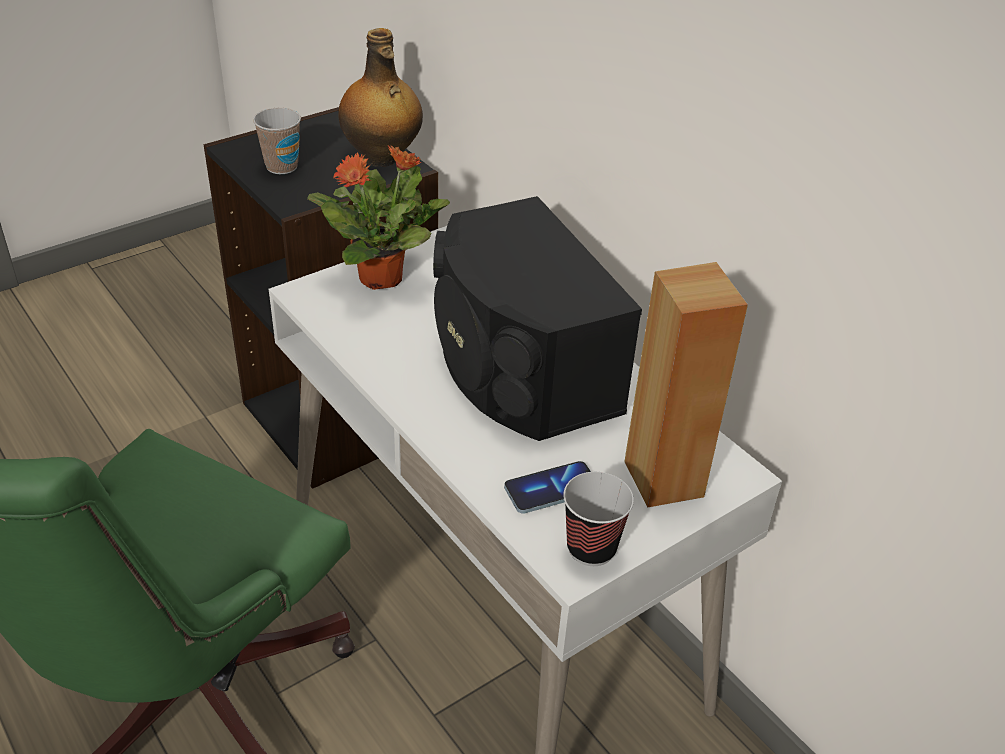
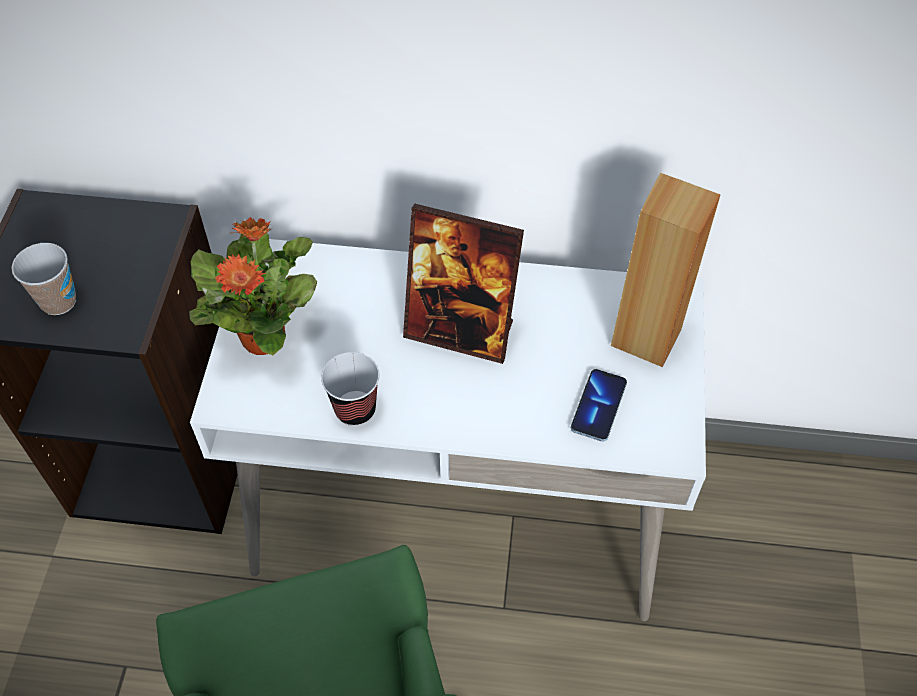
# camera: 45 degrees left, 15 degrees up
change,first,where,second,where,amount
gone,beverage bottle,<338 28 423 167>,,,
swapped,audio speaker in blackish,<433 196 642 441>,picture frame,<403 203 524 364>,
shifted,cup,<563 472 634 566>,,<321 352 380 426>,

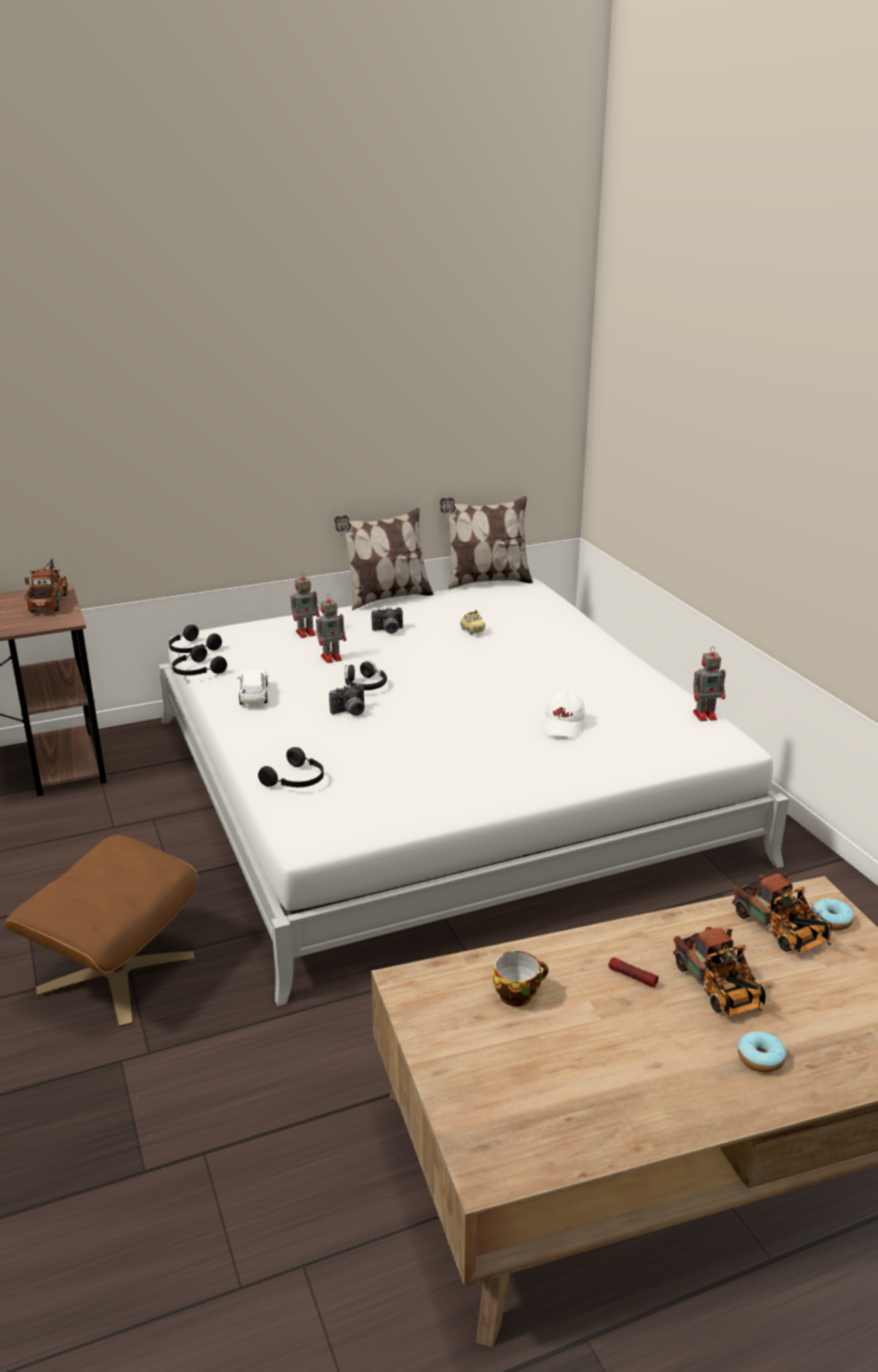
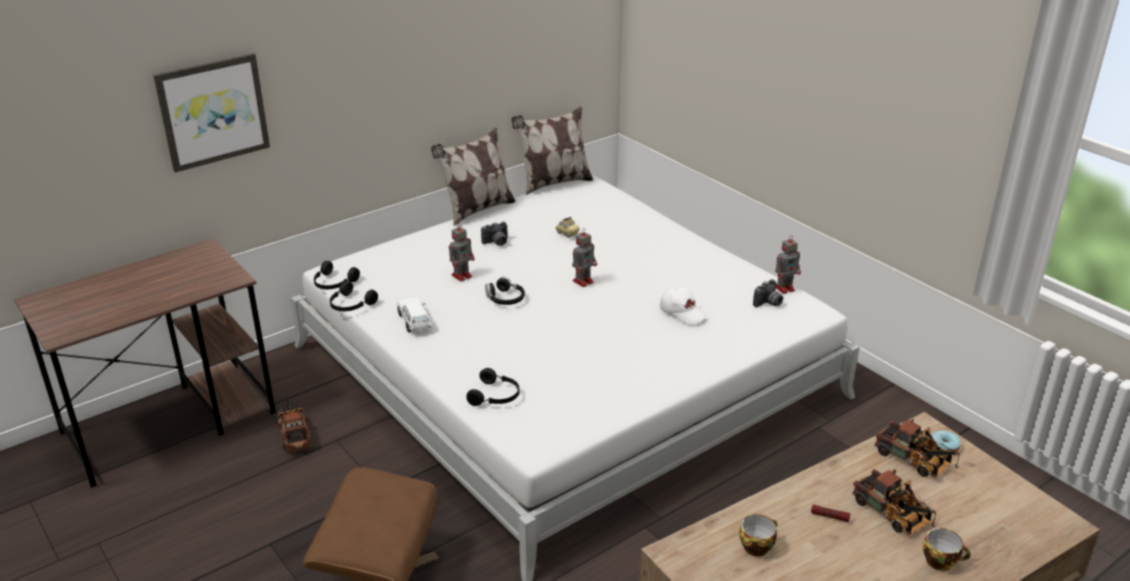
# camera: 15 degrees left, 5 degrees up
change,first,where,second,where,amount
shifted,toy truck,<24 559 68 613>,,<277 393 312 453>,
shifted,model robot,<290 572 320 638>,,<572 228 597 287>,
shifted,photo camera,<329 683 364 716>,,<753 279 783 308>,
rotated,cap in white-coloured,<543 692 585 738>,,<660 287 706 325>,45 degrees counterclockwise
swapped,ring doughnut,<738 1031 786 1073>,cup,<923 528 971 571>,
new,,,wall art,<153 53 270 172>,

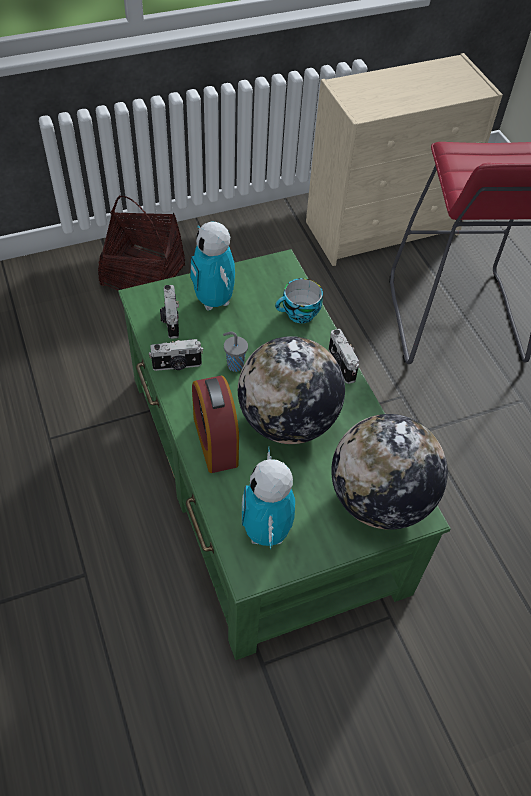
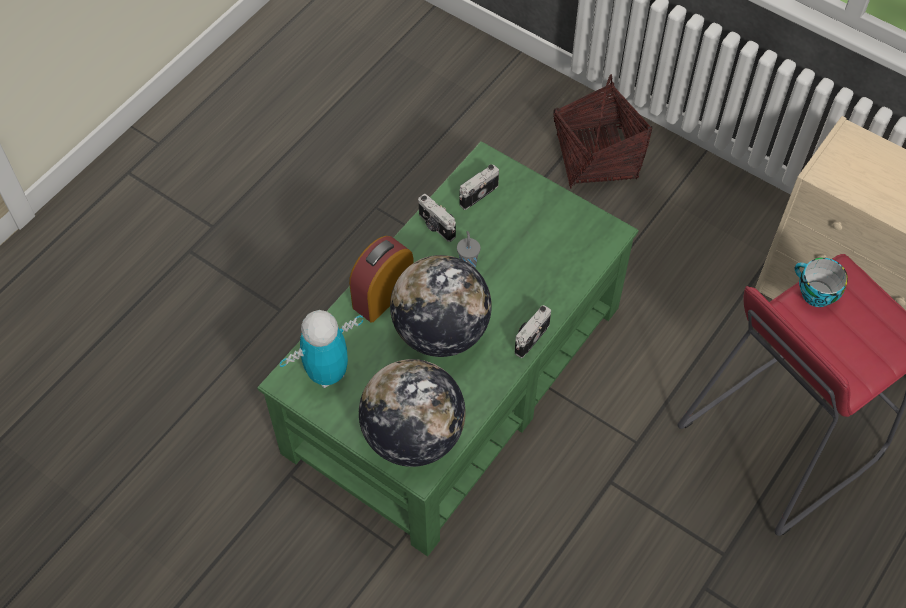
# camera: 60 degrees right, 5 degrees up
change,first,where,second,where,amount
gone,model robot,<190 222 235 311>,,,
shifted,cup,<275 278 323 323>,,<795 258 848 307>,

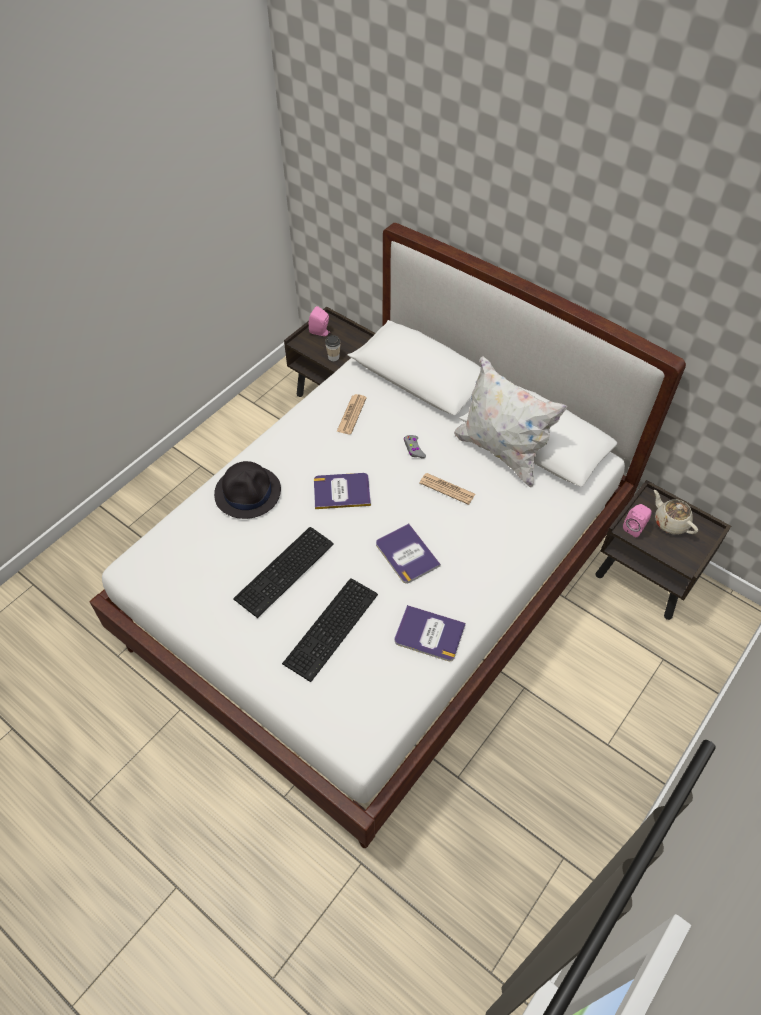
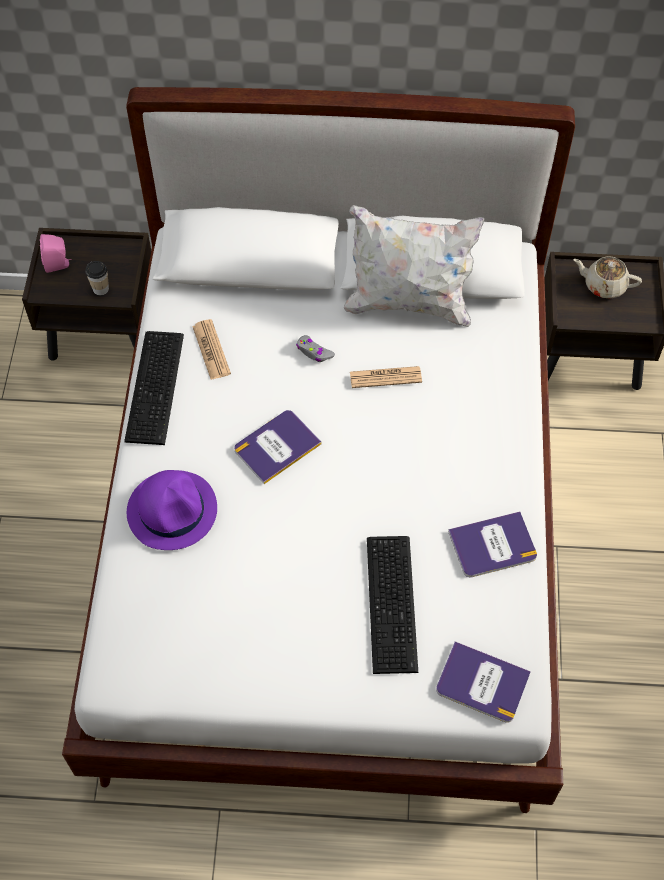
# camera: 35 degrees left, 5 degrees up
change,first,where,second,where,amount
repainted,clothing hat in blackish,<214 461 281 519>,clothing hat in purple-coloured,<127 470 217 550>,
shifted,computer keyboard,<233 527 334 618>,,<124 331 184 445>,
shifted,book,<376 523 441 584>,,<436 641 531 723>,
gone,audio speaker in pink,<623 504 652 537>,,,

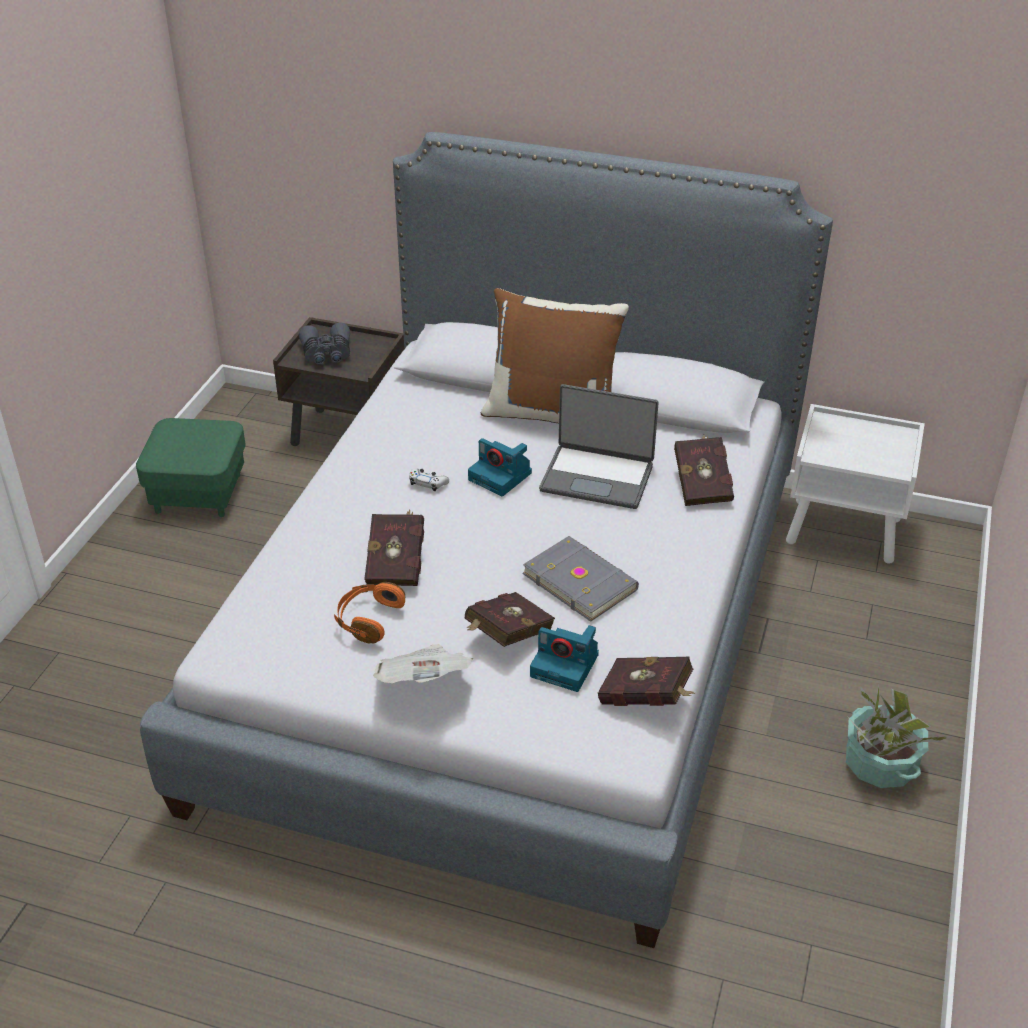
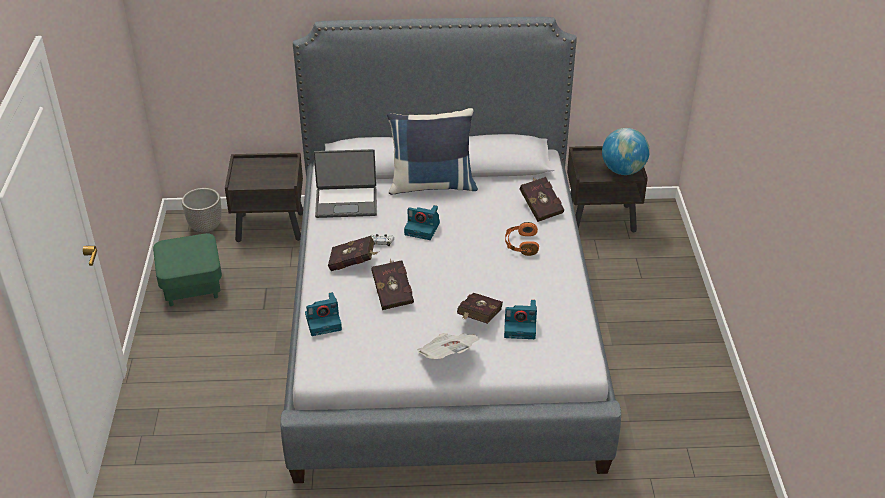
# camera: 20 degrees left, 0 degrees up
change,first,where,second,where,amount
gone,pair of binoculars in gray,<299 323 350 365>,,,
shifted,pair of headphones in orangey,<334 582 405 644>,,<505 222 539 256>,
repainted,cushion in brown,<481 288 629 423>,cushion in bluish,<387 108 478 195>,
gone,book in gray,<523 536 639 622>,,,
shifted,laptop,<539 384 659 509>,,<313 149 377 218>,
shifted,book in red,<598 657 696 706>,,<328 236 378 271>,
repainted,nightstand in white-coloured,<786 404 925 564>,nightstand in brown,<567 146 648 232>,
gone,houseplant,<846 684 952 788>,,,
new,,,plant pot,<182 188 222 234>,
new,,,photo camera,<305 292 342 336>,
new,,,world globe,<602 128 650 175>,

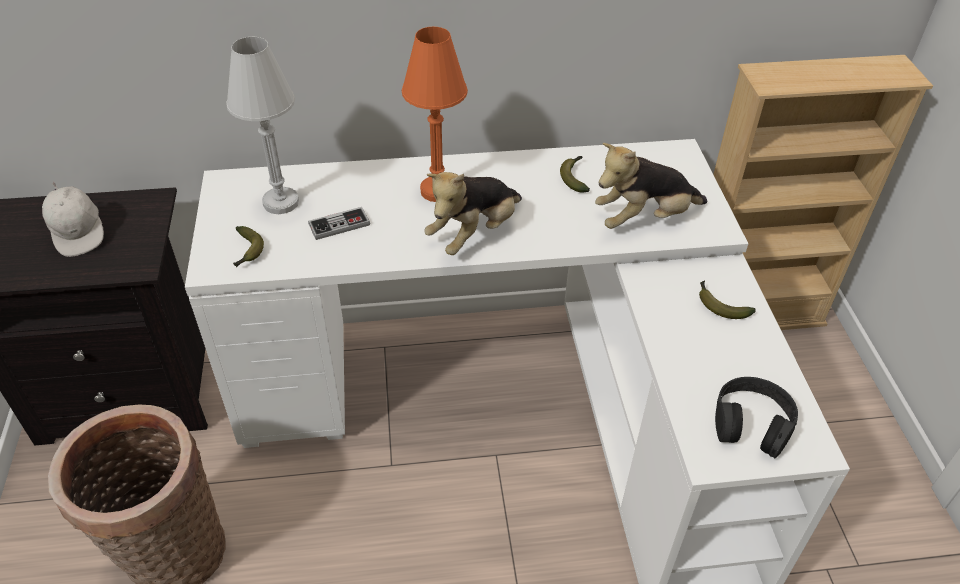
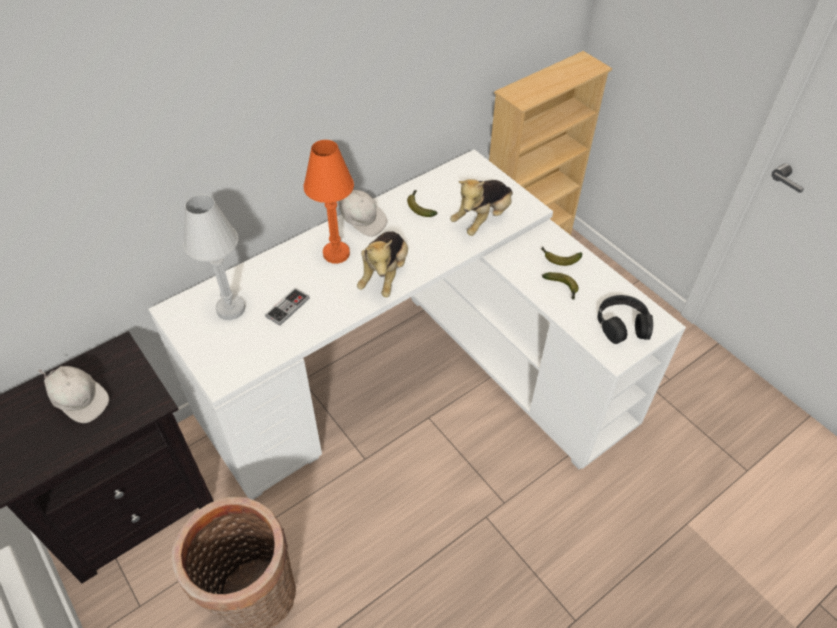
# camera: 30 degrees left, 5 degrees up
change,first,where,second,where,amount
shifted,banana fruit,<233 226 264 267>,,<542 272 579 300>,
new,,,cap in white-coloured,<338 190 387 237>,

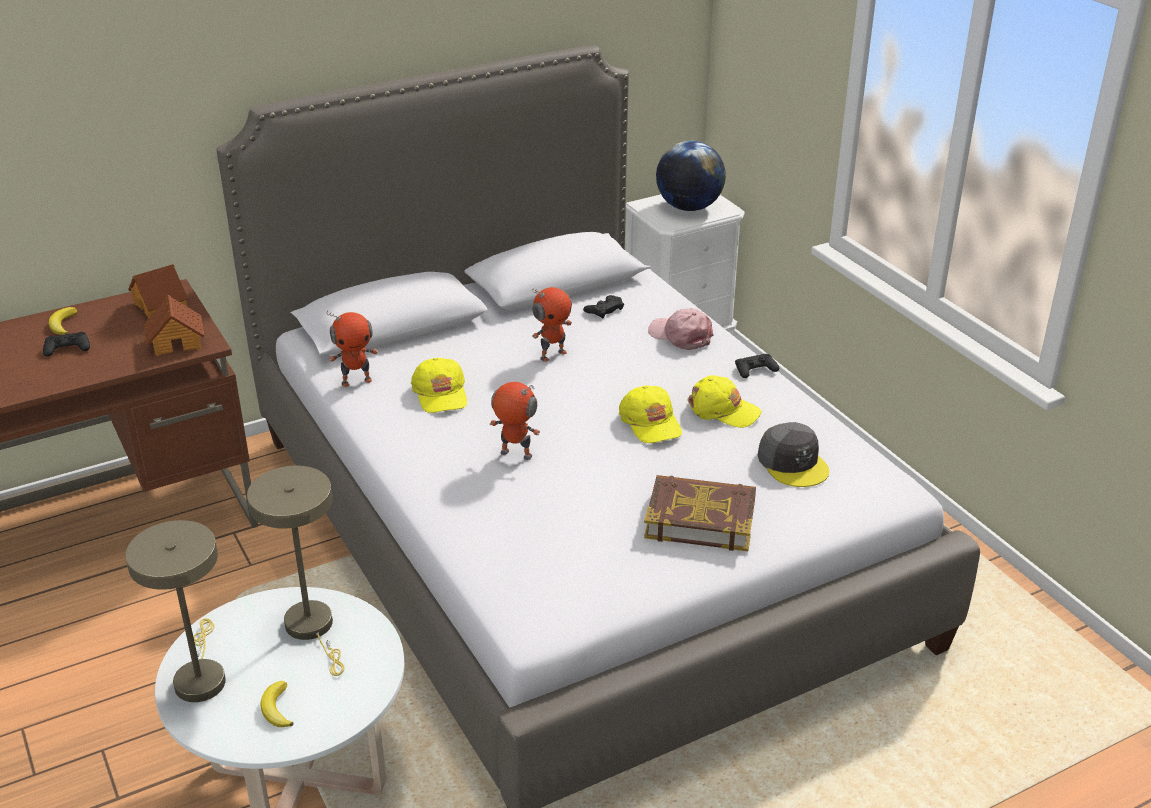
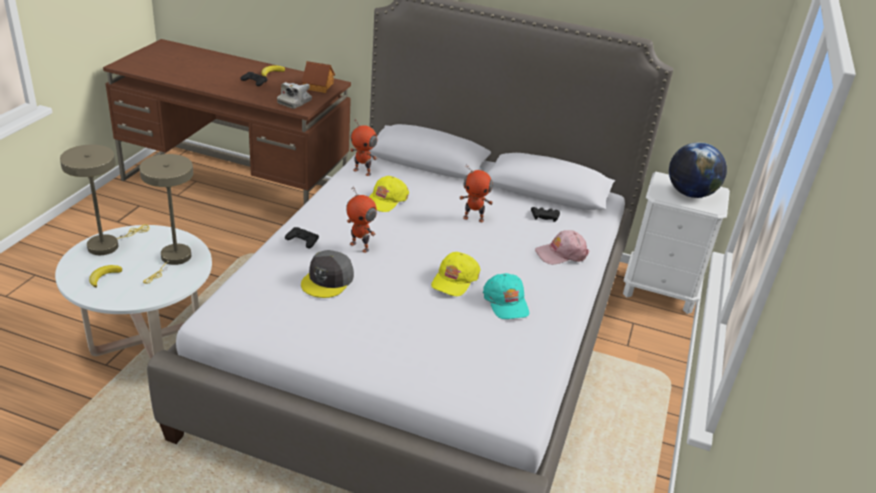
# camera: 45 degrees right, 0 degrees up
change,first,where,second,where,amount
swapped,miniature house,<144 295 205 356>,photo camera,<277 82 312 109>,
rotated,model robot,<490 382 540 460>,,<346 186 377 253>,150 degrees clockwise
gone,book,<644 475 756 551>,,,
rotated,cap in pink,<648 308 713 350>,,<535 230 590 265>,105 degrees counterclockwise
repainted,cap in yellow,<687 375 761 428>,cap in turquoise,<483 273 529 319>,
shifted,game controller in blackish,<735 354 779 378>,,<285 227 319 248>,
shifted,cap in gray,<758 422 829 487>,,<301 250 354 298>,

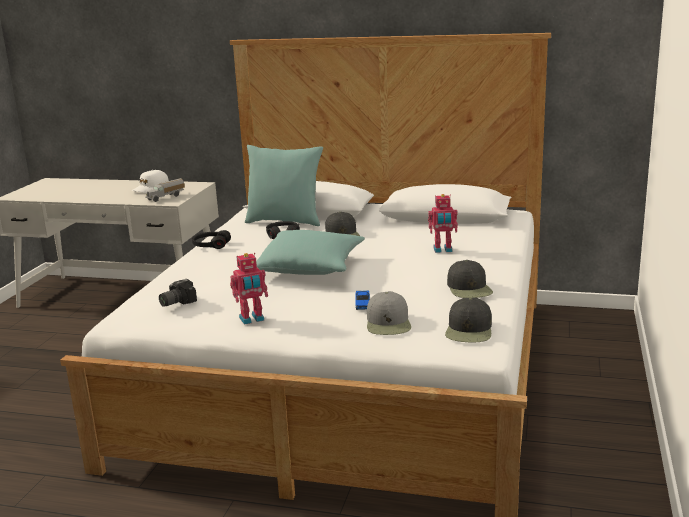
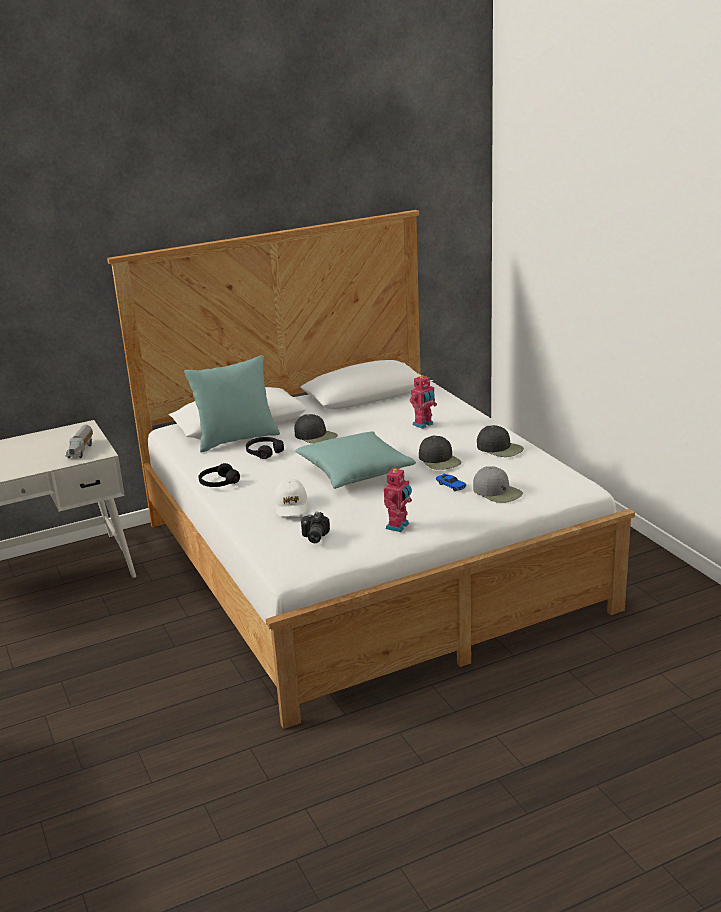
# camera: 40 degrees left, 5 degrees up
change,first,where,second,where,amount
shifted,cap in white-coloured,<132 170 169 193>,,<275 479 307 517>,
shifted,cap in blackish,<445 298 492 342>,,<419 435 461 470>,

